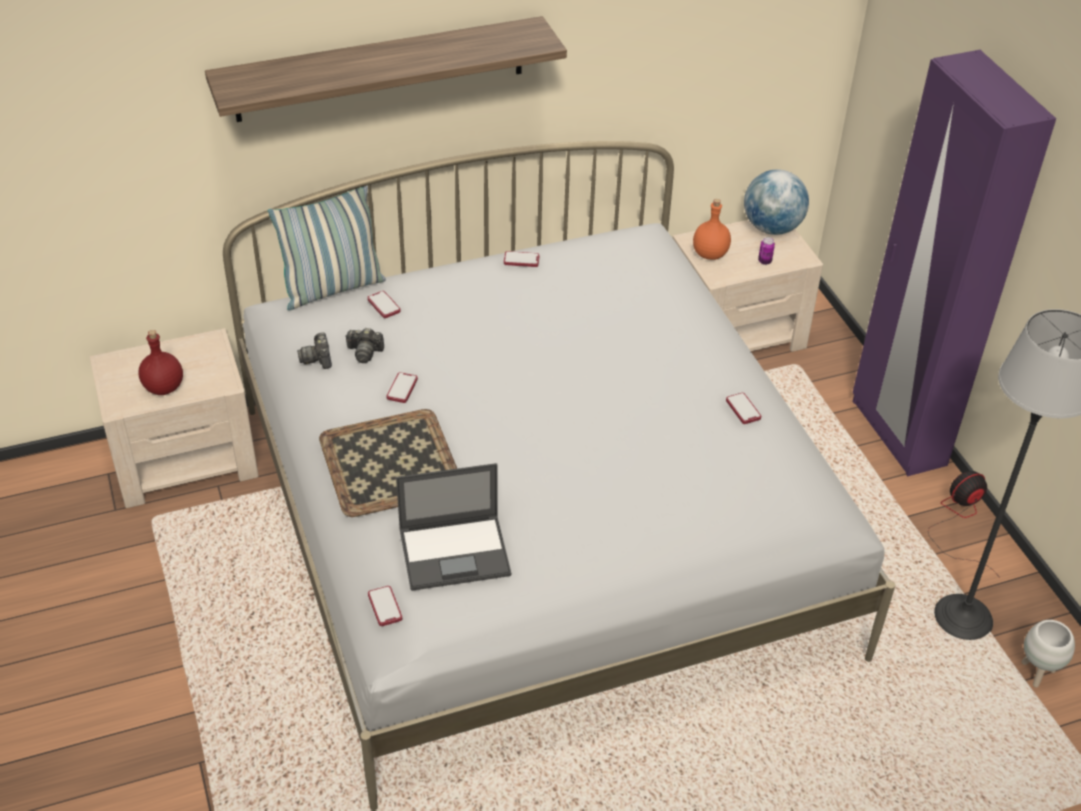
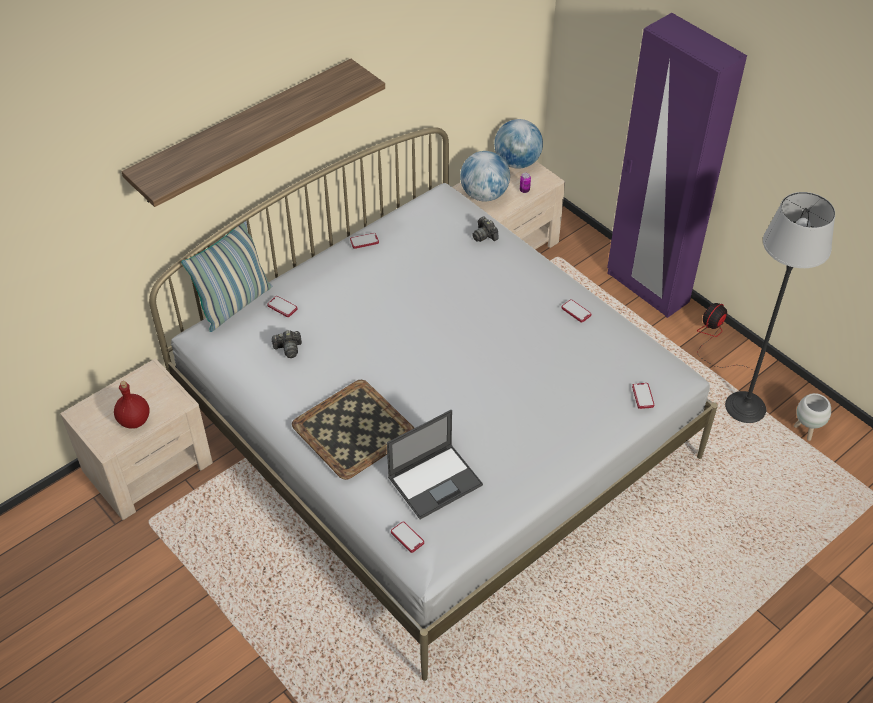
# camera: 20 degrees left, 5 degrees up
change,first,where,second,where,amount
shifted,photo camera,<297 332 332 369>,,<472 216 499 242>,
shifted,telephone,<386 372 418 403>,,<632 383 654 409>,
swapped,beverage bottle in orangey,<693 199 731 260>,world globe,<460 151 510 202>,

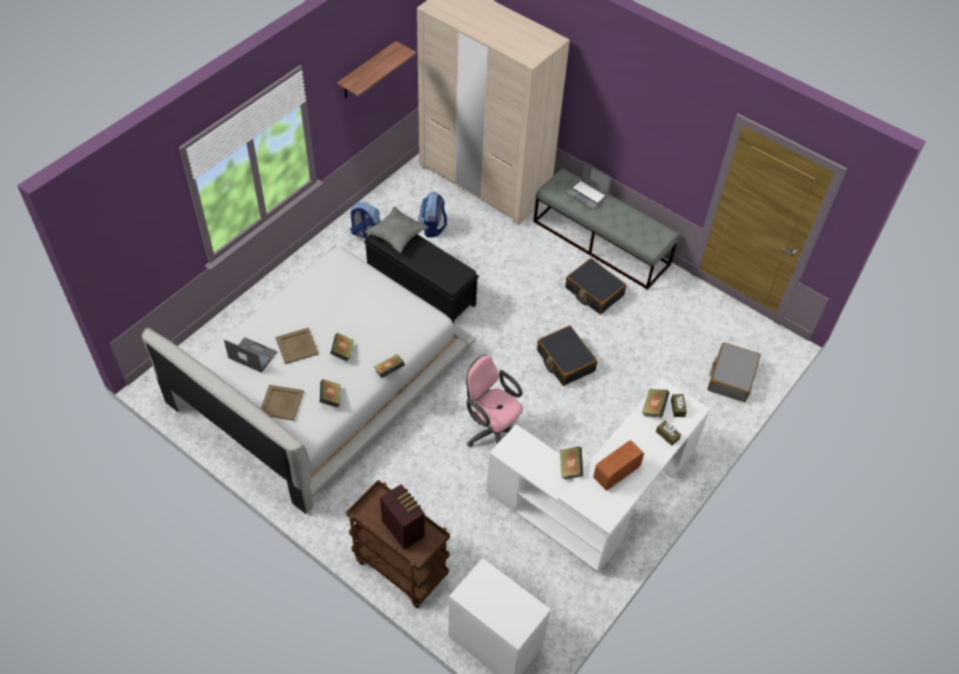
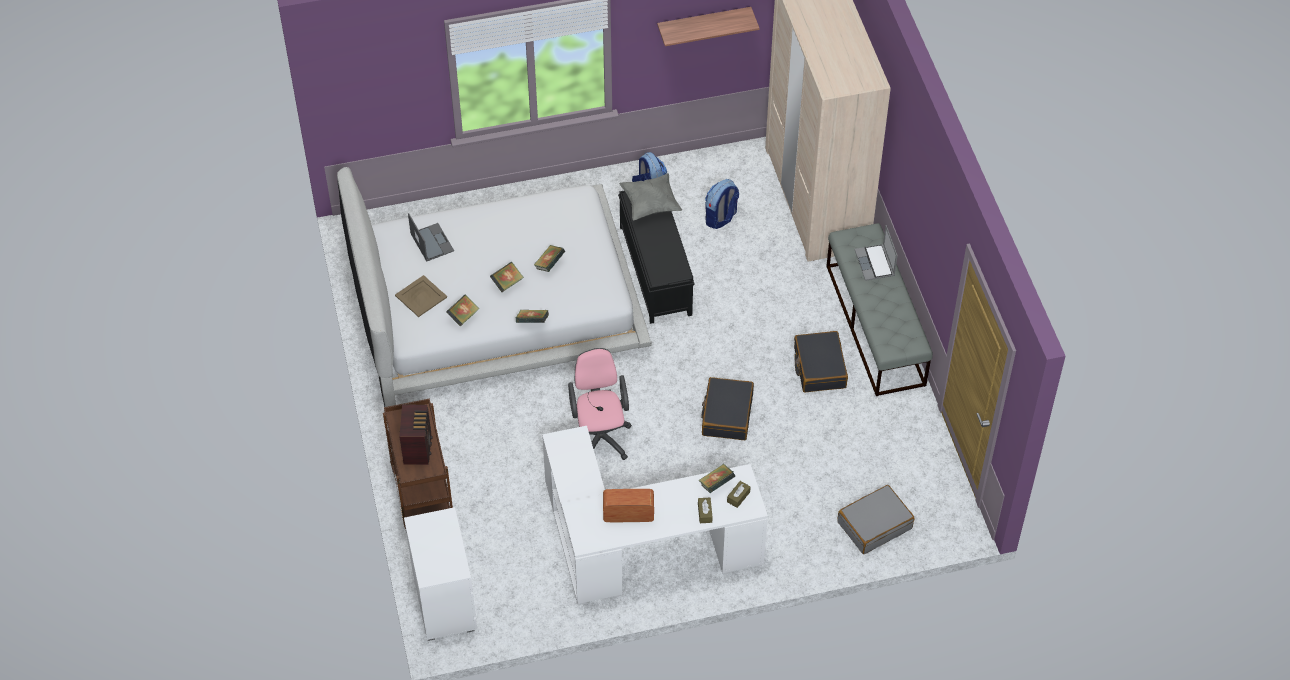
# camera: 40 degrees right, 0 degrees up
change,first,where,second,where,amount
gone,serving tray in sand-coloured,<275 327 319 364>,,,
shifted,book,<560 447 584 480>,,<534 245 566 272>,

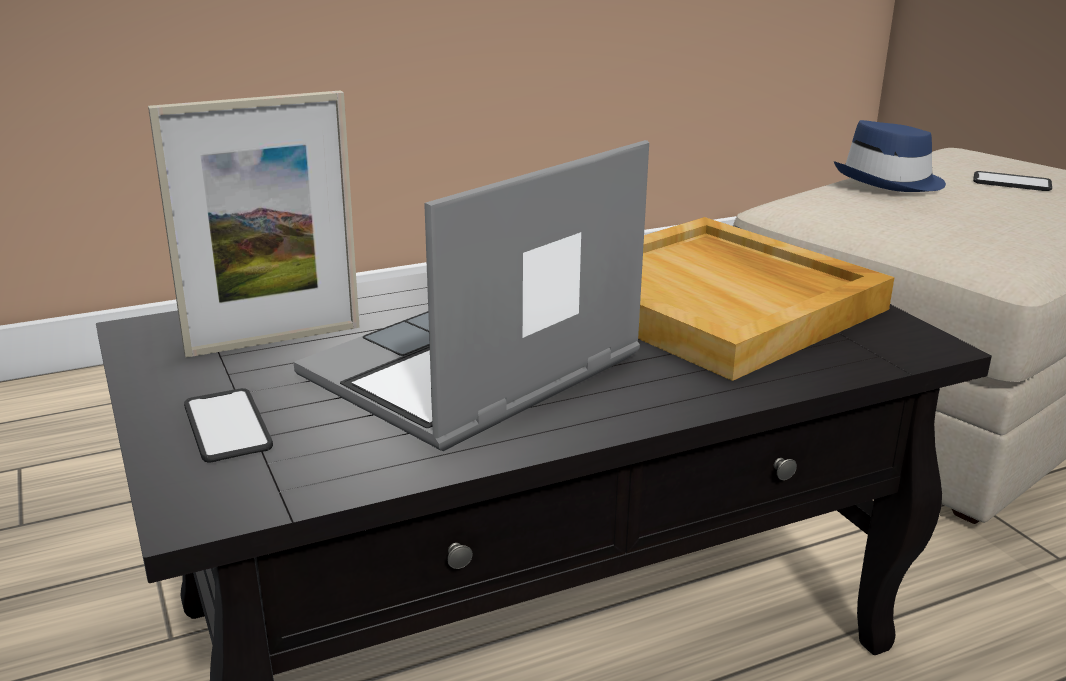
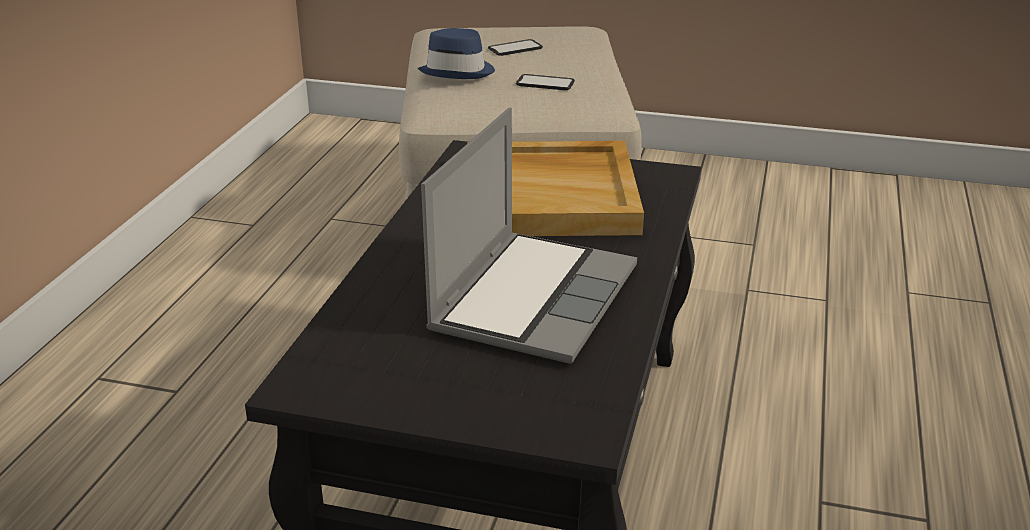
# camera: 50 degrees left, 5 degrees up
change,first,where,second,where,amount
gone,picture frame,<148 90 360 357>,,,
shifted,telephone,<184 388 273 462>,,<516 74 575 90>,
rotated,laptop,<294 140 649 451>,,<421 108 637 364>,150 degrees counterclockwise

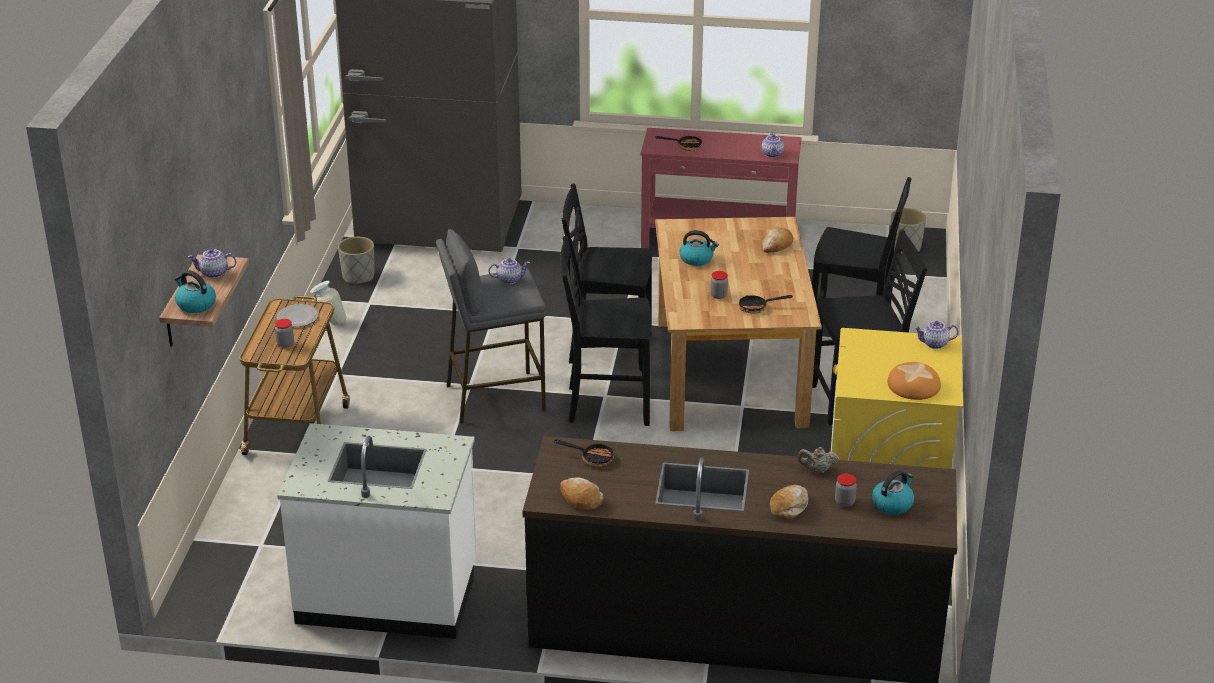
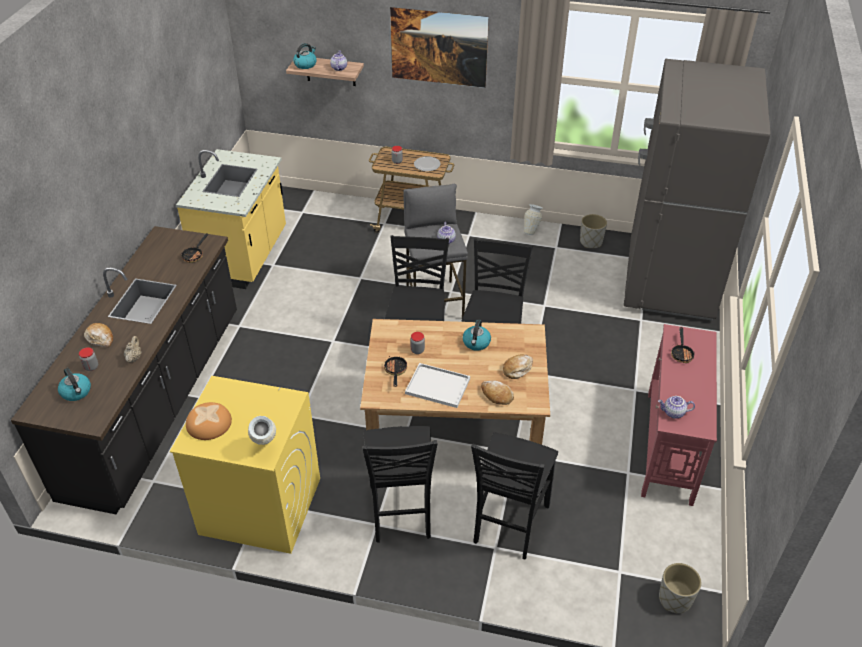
# camera: 95 degrees right, 10 degrees up
change,first,where,second,where,amount
repainted,kitchen base unit in white-coloured,<277 423 477 639>,kitchen base unit in yellow,<176 149 286 289>,
shifted,bread,<560 477 603 509>,,<503 354 533 379>,
swapped,teapot,<914 321 959 349>,flower vase,<248 416 276 445>,
new,,,wall art,<390 7 489 88>,
new,,,serving tray in white-coloured,<405 363 470 408>,

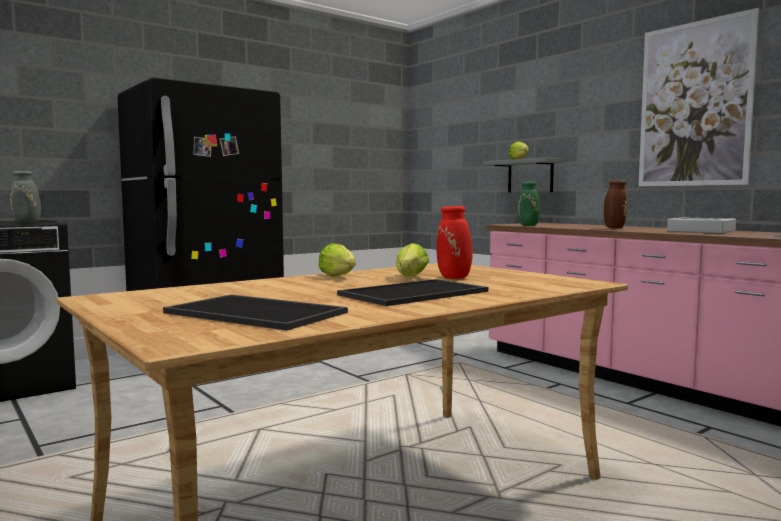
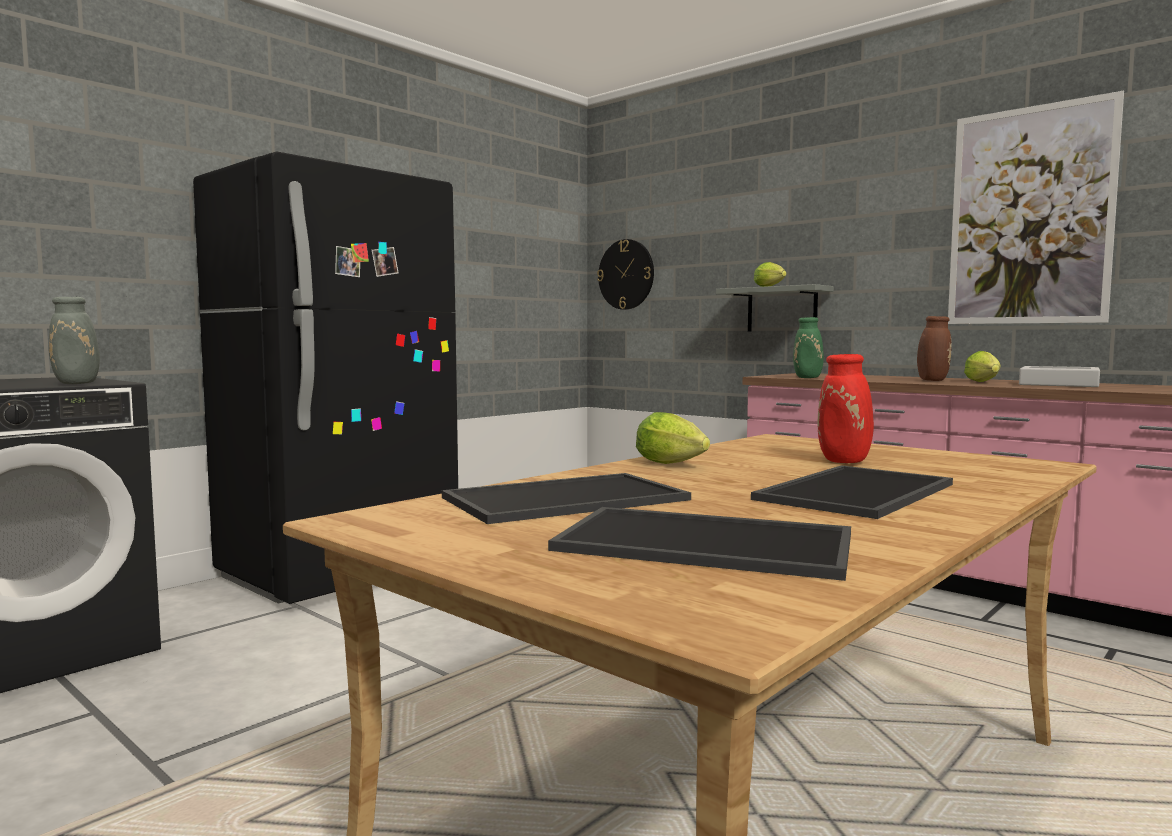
# camera: 10 degrees left, 0 degrees up
change,first,where,second,where,amount
shifted,head of lettuce,<396 243 429 276>,,<964 351 1001 382>,
new,,,serving tray,<442 473 691 524>,
new,,,clock on the wall,<597 239 654 310>,

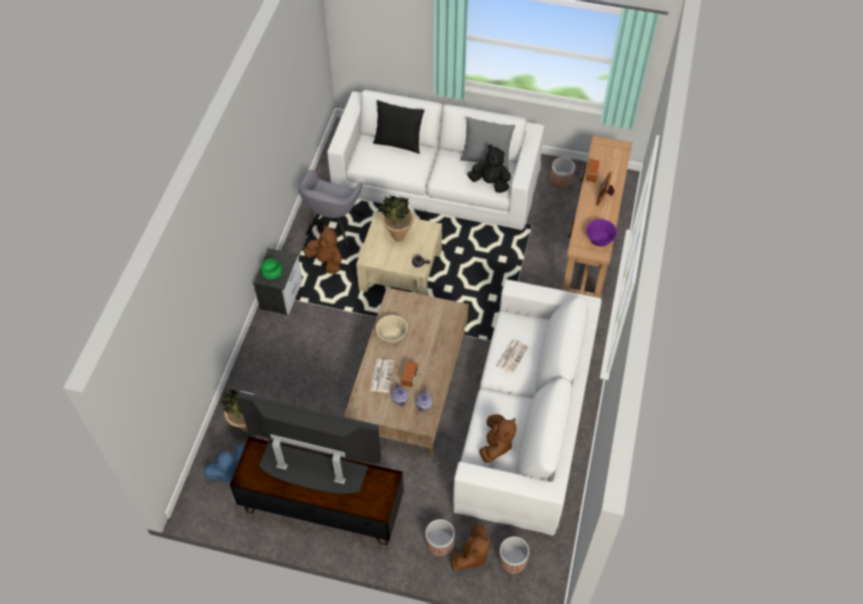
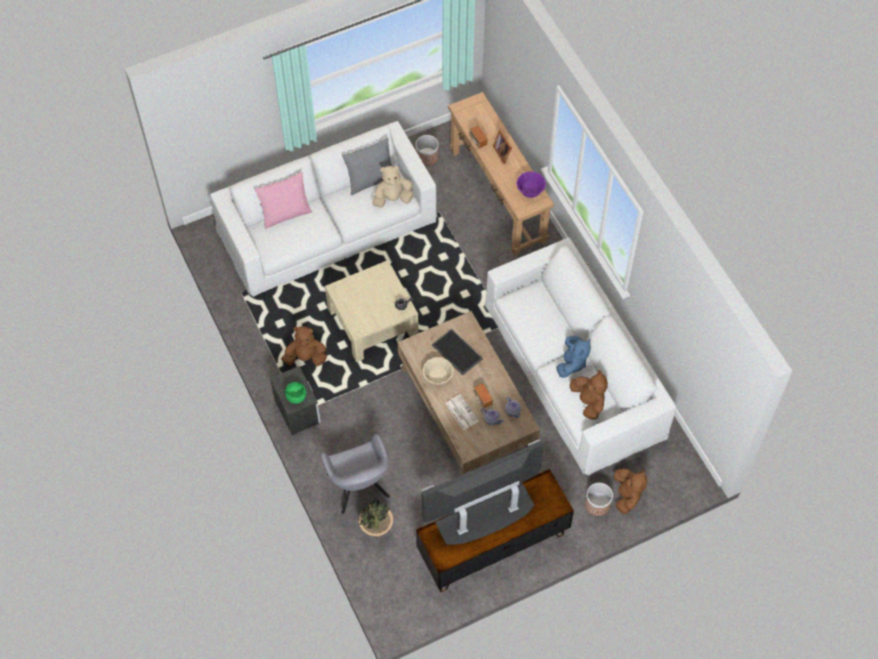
# camera: 40 degrees left, 5 degrees up
change,first,where,second,where,amount
shifted,cuddly toy in bluish,<204 445 244 483>,,<556 335 591 378>,
shifted,lounge chair in gray,<299 170 363 246>,,<321 434 390 514>,
repainted,cushion in blackish,<373 100 424 154>,cushion in pink,<255 172 312 229>,
gone,houseplant,<378 195 414 242>,,,
repainted,cuddly toy in blackish,<467 145 511 193>,cuddly toy in sand-coloured,<372 166 414 208>,
gone,daily paper,<496 339 529 373>,,,
gone,plant pot,<498 537 529 574>,,,
new,,,serving tray,<432 329 483 375>,

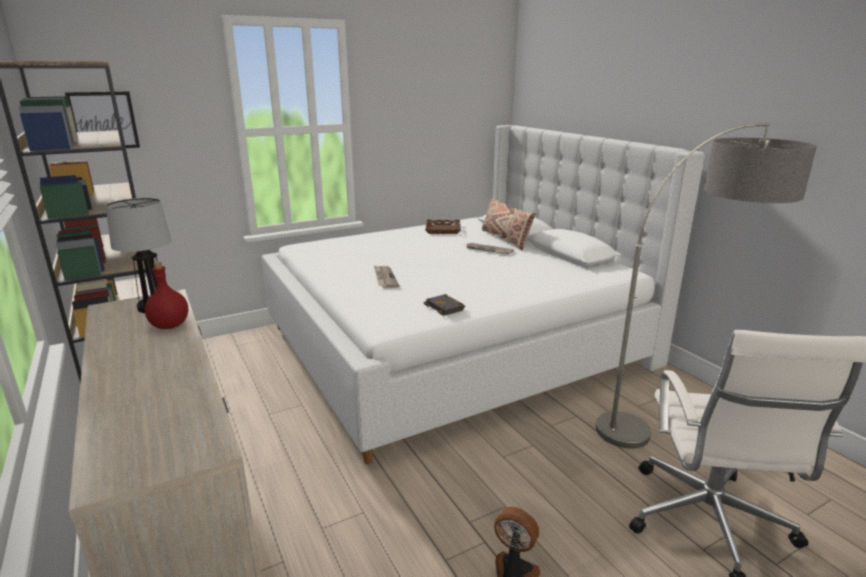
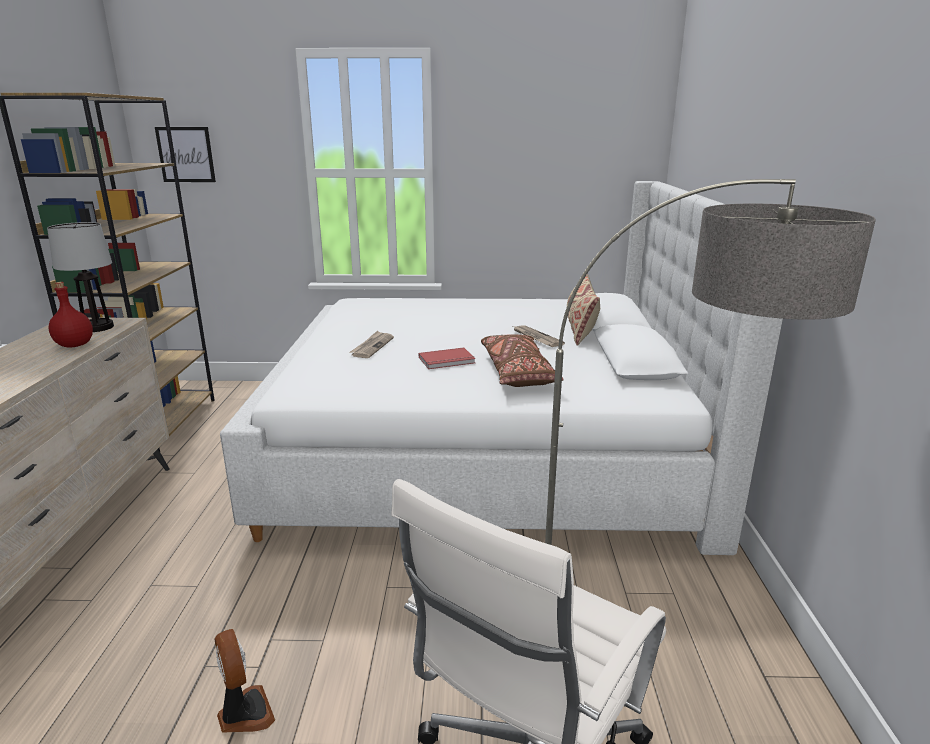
# camera: 30 degrees right, 0 degrees up
change,first,where,second,where,amount
gone,book in blackish,<424 294 465 316>,,,
gone,serving tray in brown,<425 220 461 234>,,,
new,,,book in red,<419 348 476 369>,
new,,,cushion in brown,<481 334 563 387>,

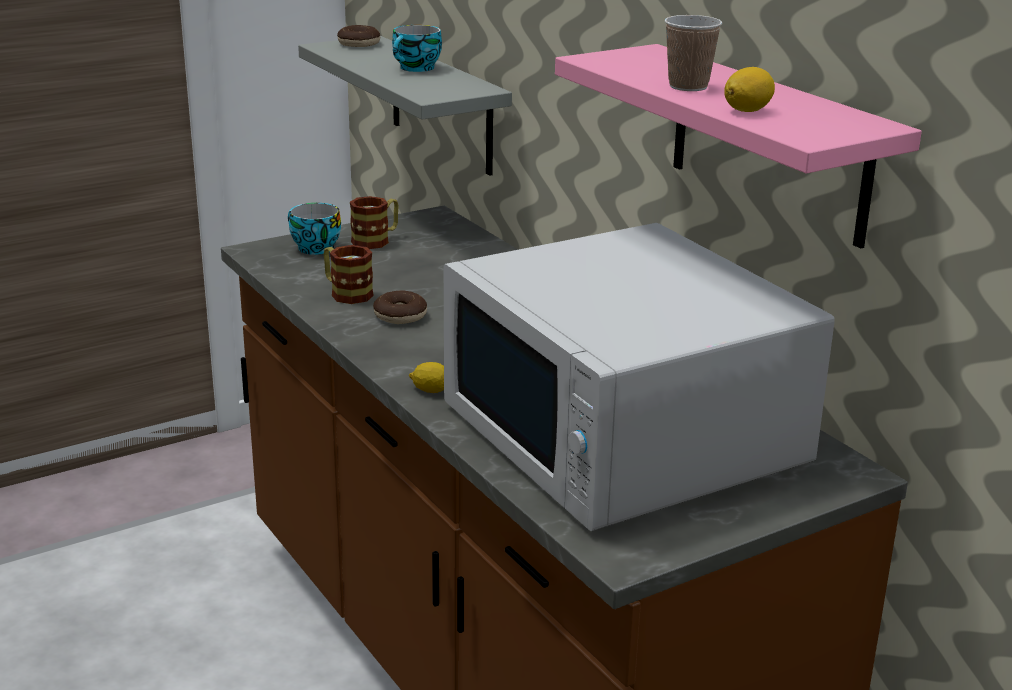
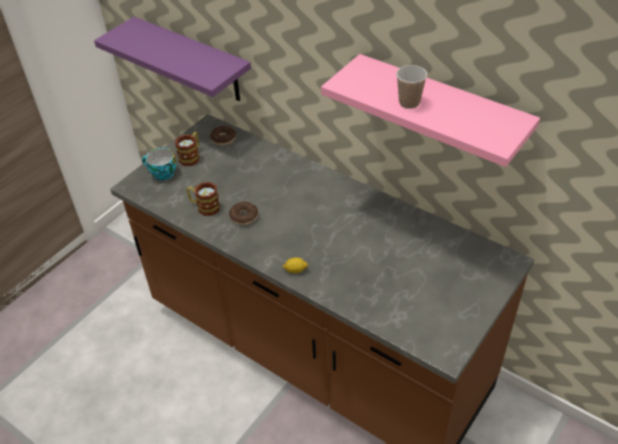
# camera: 20 degrees left, 20 degrees up
change,first,where,second,where,amount
repainted,shelf in gray,<298 36 512 176>,shelf in purple-coloured,<94 17 251 101>,
shifted,ring doughnut,<337 25 380 47>,,<210 126 236 145>,
gone,cup,<392 25 442 72>,,,
gone,kitchen microwave in white-coloured,<444 223 835 531>,,,
gone,whole lemon,<724 67 775 112>,,,

